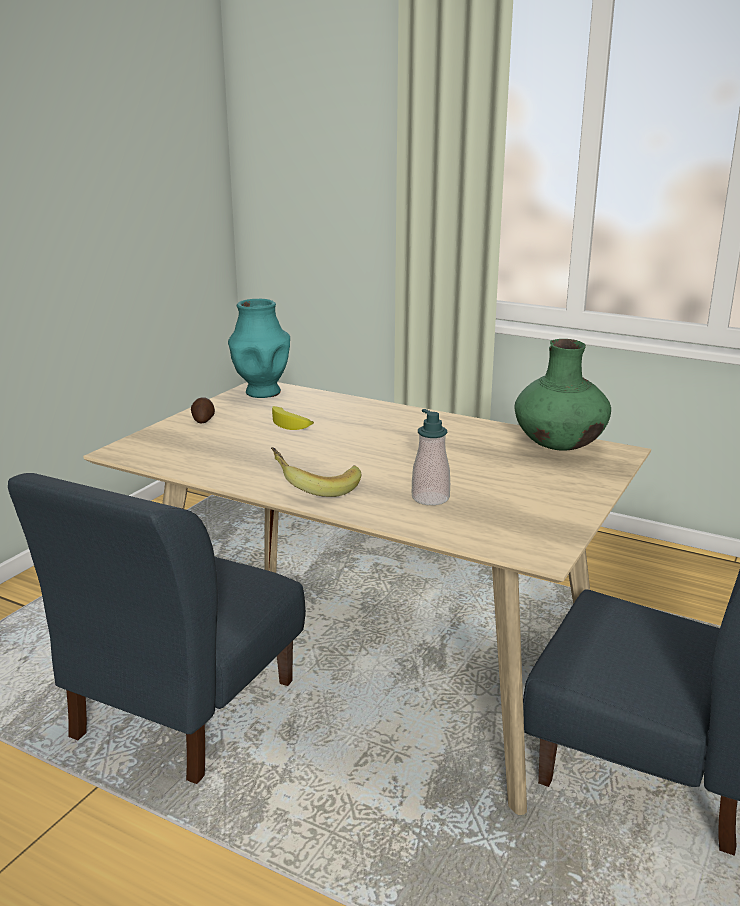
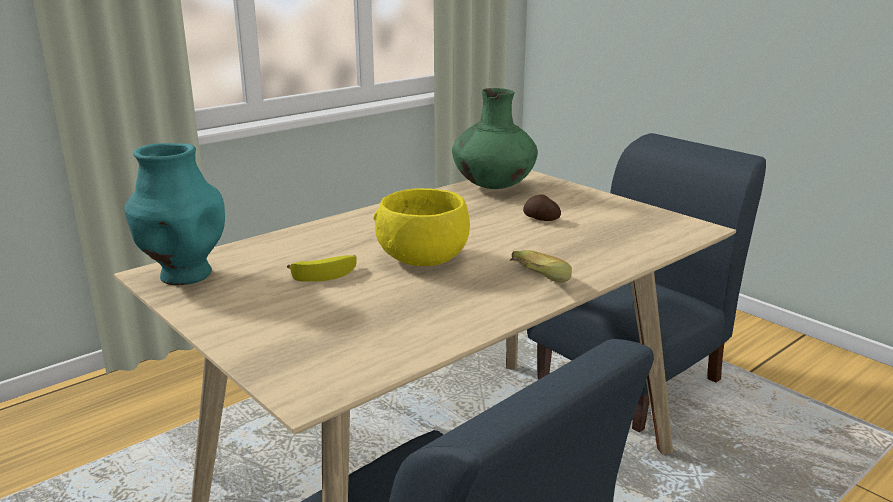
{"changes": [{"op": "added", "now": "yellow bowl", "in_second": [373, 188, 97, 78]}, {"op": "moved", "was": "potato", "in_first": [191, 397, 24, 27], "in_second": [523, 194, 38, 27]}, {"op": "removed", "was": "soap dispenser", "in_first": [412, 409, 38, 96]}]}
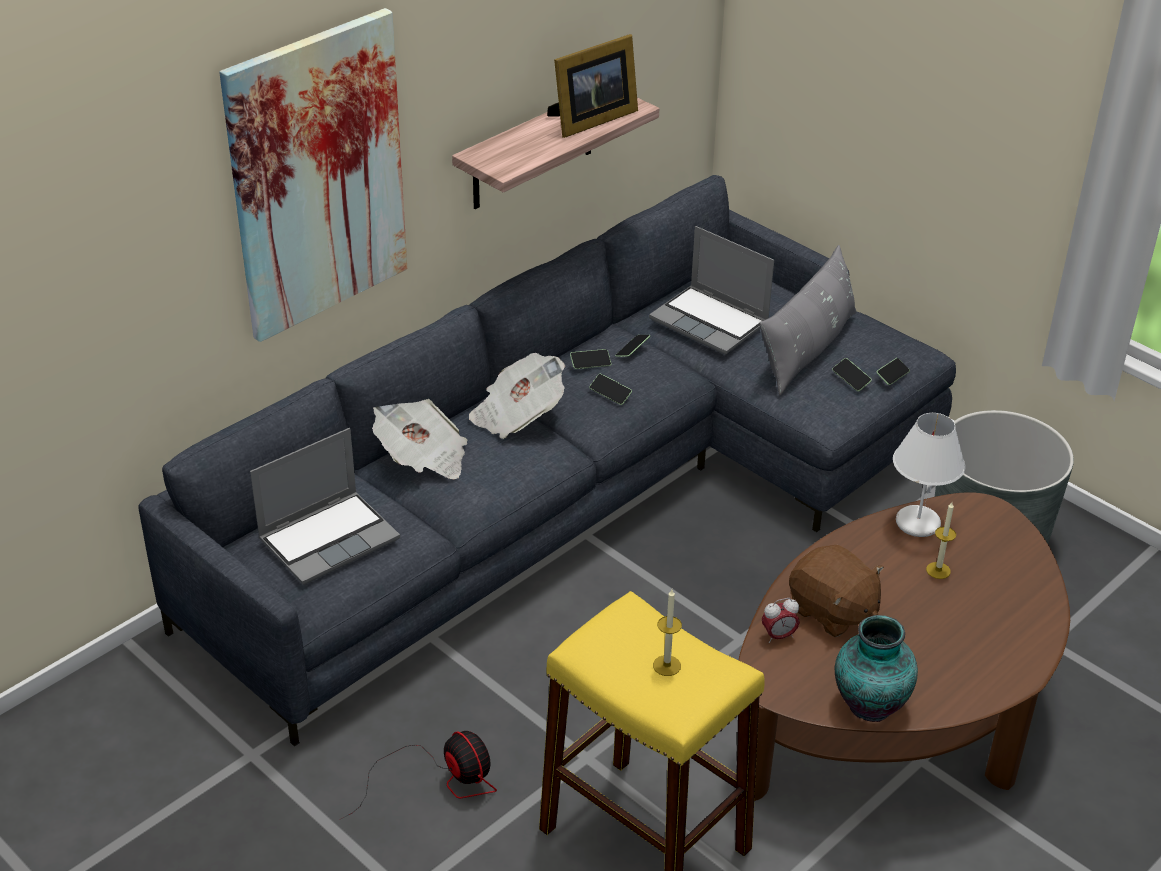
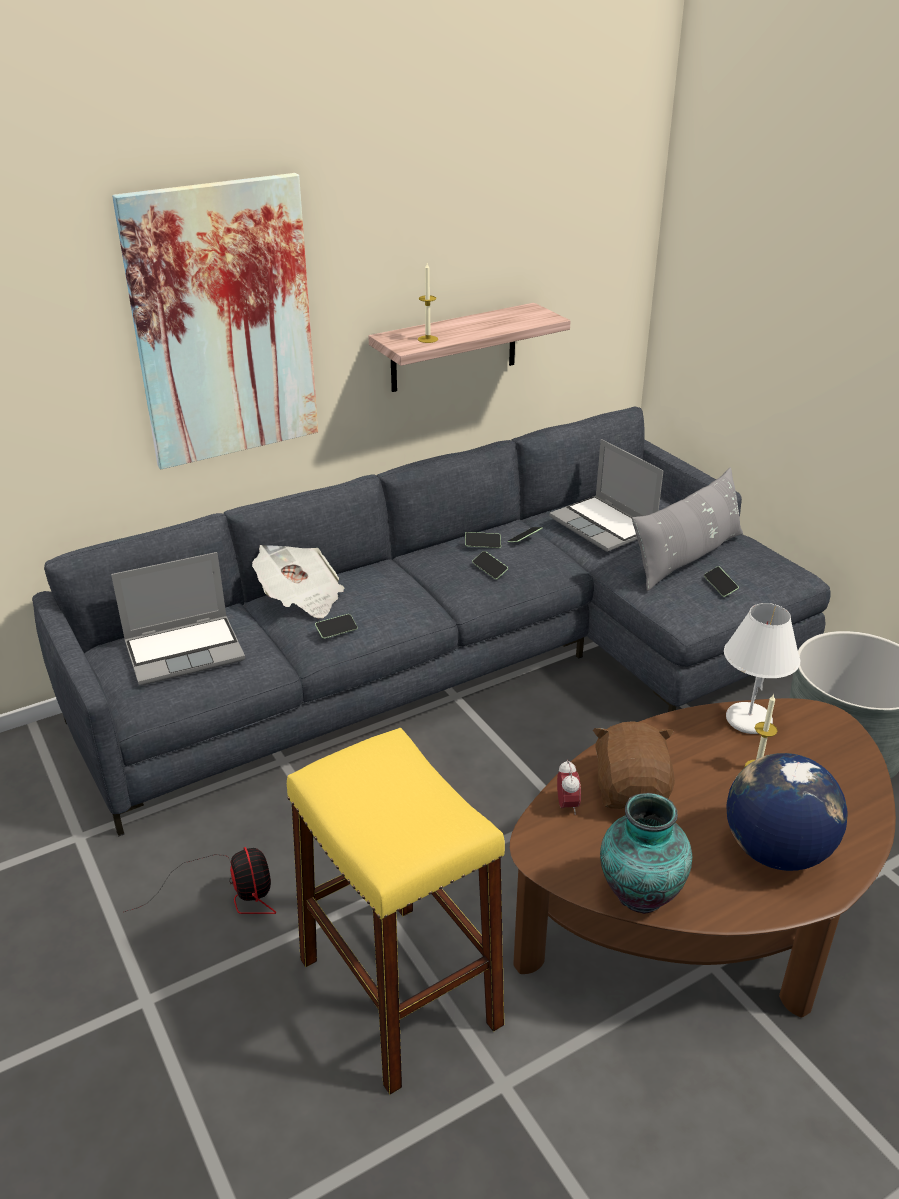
{"changes": [{"op": "moved", "was": "phone", "in_first": [876, 358, 34, 27], "in_second": [315, 614, 43, 25]}, {"op": "moved", "was": "candle", "in_first": [653, 590, 29, 86], "in_second": [418, 263, 20, 80]}, {"op": "turned", "was": "alarm clock", "in_first": [762, 598, 38, 45], "in_second": [557, 760, 24, 55], "clockwise": -90}, {"op": "turned", "was": "brown plush toy", "in_first": [789, 544, 95, 93], "in_second": [593, 721, 82, 88], "clockwise": -150}, {"op": "added", "now": "globe", "in_second": [727, 753, 121, 118]}, {"op": "removed", "was": "newspaper", "in_first": [469, 353, 96, 86]}, {"op": "removed", "was": "picture frame", "in_first": [547, 34, 91, 104]}]}
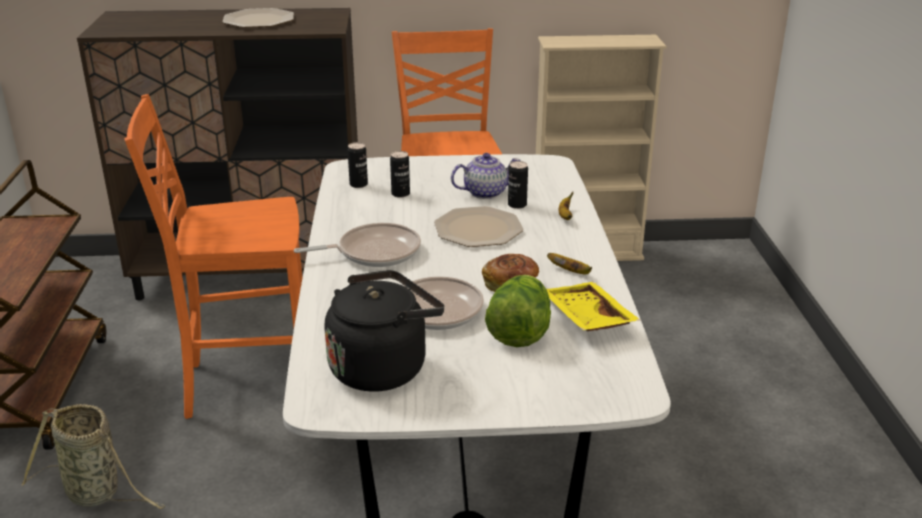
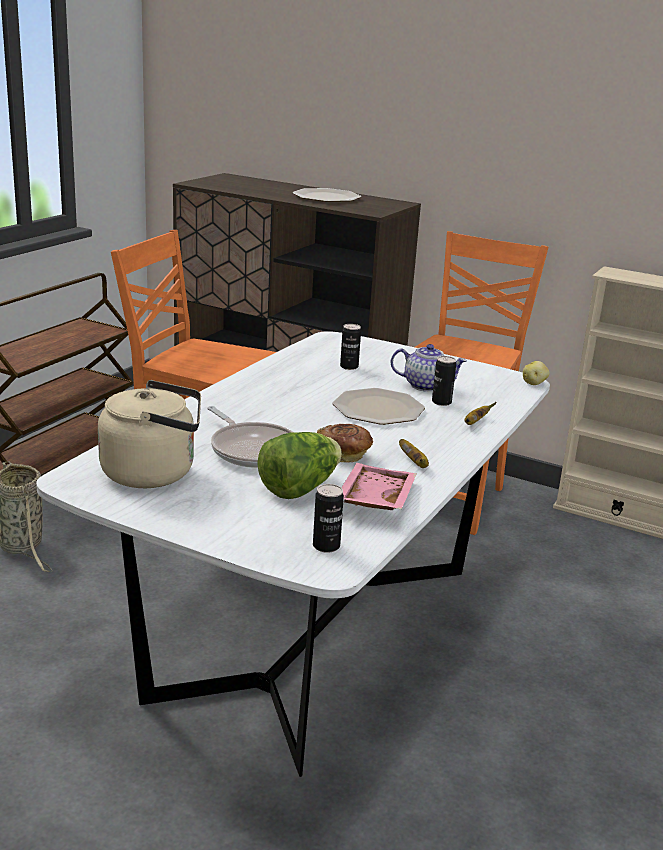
{"changes": [{"op": "recoloured", "was": "black kettle", "now": "beige kettle", "in_first": [324, 270, 120, 122], "in_second": [98, 380, 103, 108]}, {"op": "moved", "was": "can", "in_first": [347, 142, 21, 46], "in_second": [313, 484, 31, 69]}, {"op": "recoloured", "was": "yellow tray", "now": "pink tray", "in_first": [547, 282, 93, 49], "in_second": [341, 463, 75, 47]}, {"op": "added", "now": "potato", "in_second": [523, 361, 27, 24]}, {"op": "removed", "was": "frying pan", "in_first": [294, 223, 127, 44]}]}
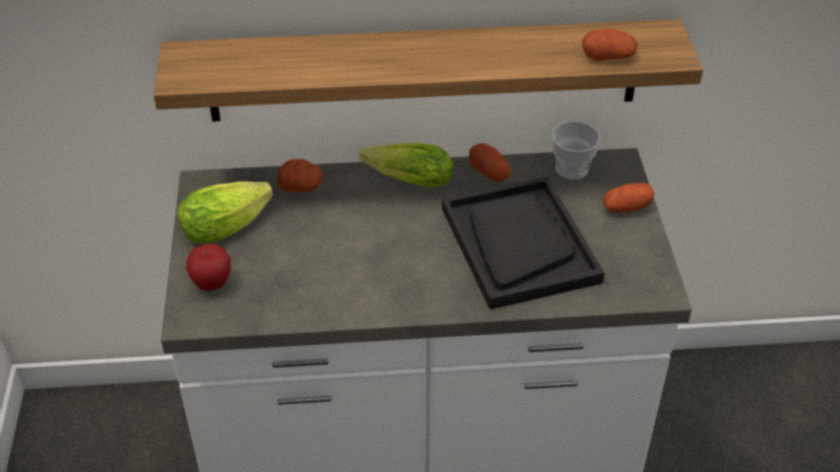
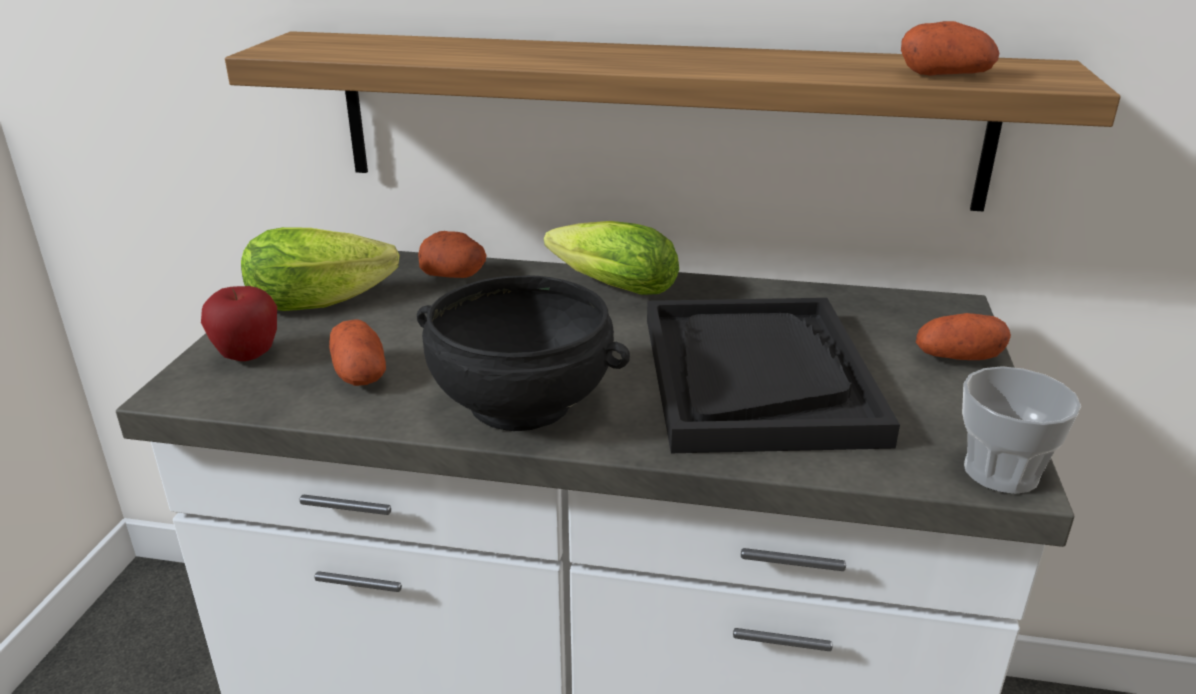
{"changes": [{"op": "moved", "was": "potato", "in_first": [469, 143, 43, 39], "in_second": [329, 319, 57, 67]}, {"op": "added", "now": "black bowl", "in_second": [417, 275, 213, 156]}, {"op": "moved", "was": "cup", "in_first": [551, 121, 50, 59], "in_second": [962, 366, 119, 128]}]}
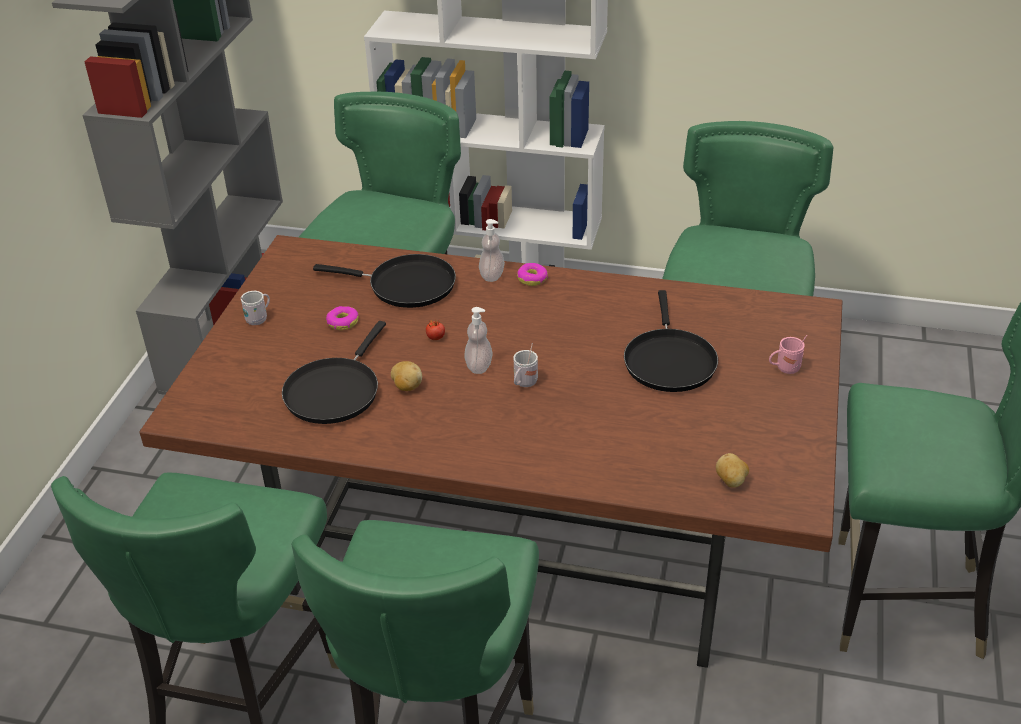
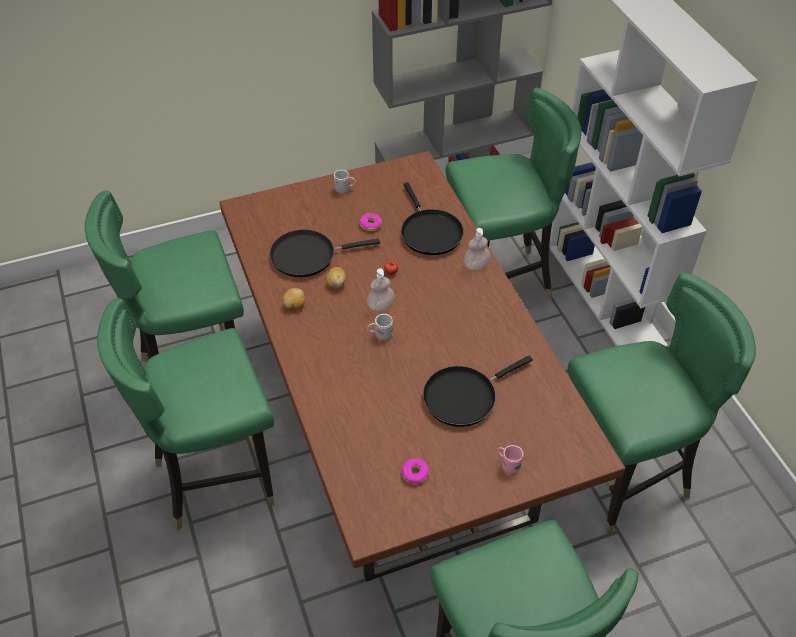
{"changes": [{"op": "moved", "was": "potato", "in_first": [716, 453, 33, 35], "in_second": [283, 288, 22, 21]}, {"op": "moved", "was": "donut", "in_first": [517, 263, 31, 23], "in_second": [402, 458, 27, 26]}]}
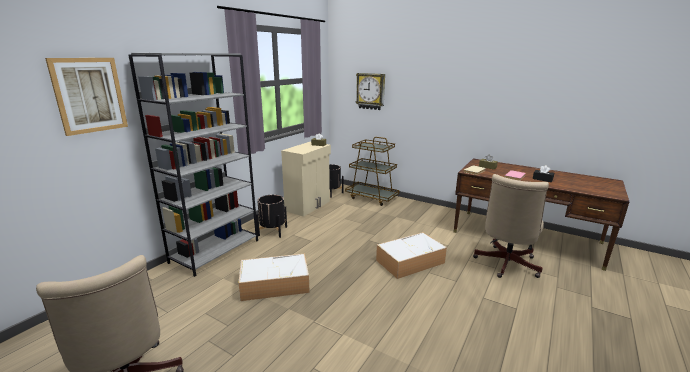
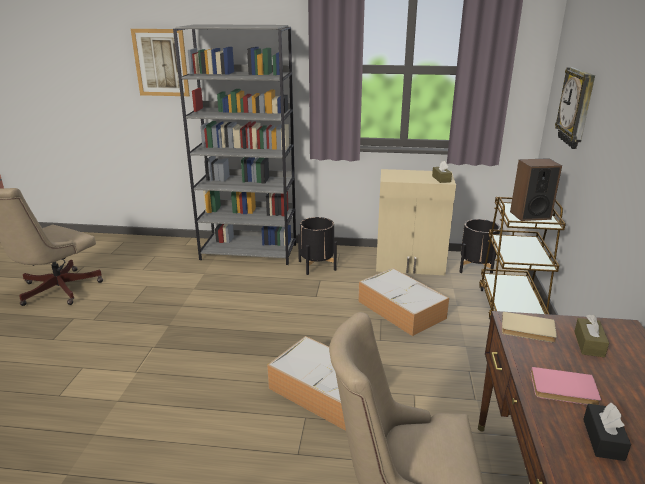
{"changes": [{"op": "moved", "was": "storage box", "in_first": [238, 254, 72, 47], "in_second": [358, 268, 91, 68]}, {"op": "added", "now": "speaker", "in_second": [510, 158, 52, 63]}]}
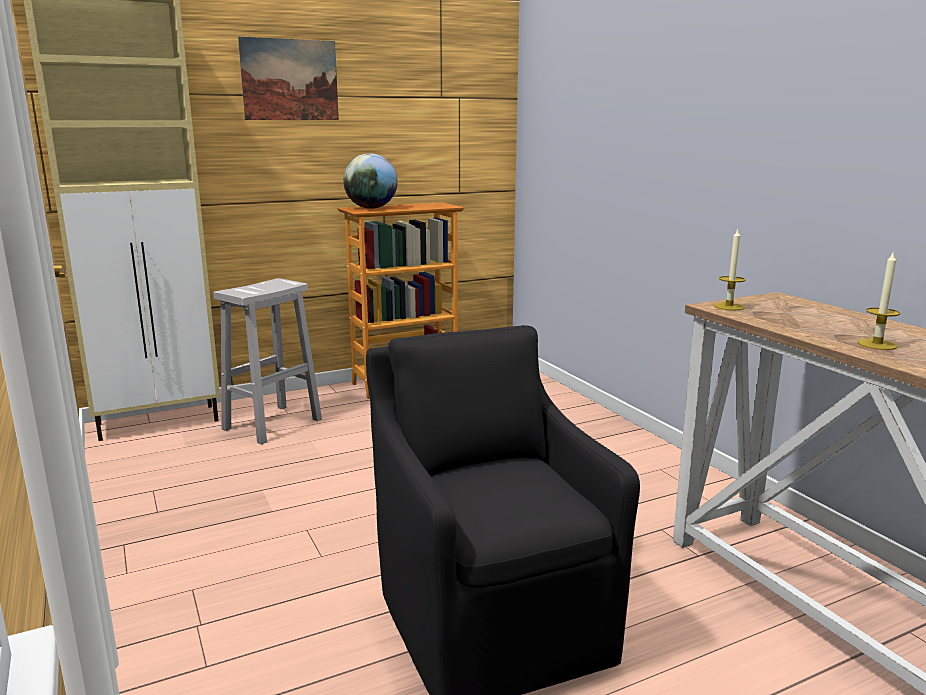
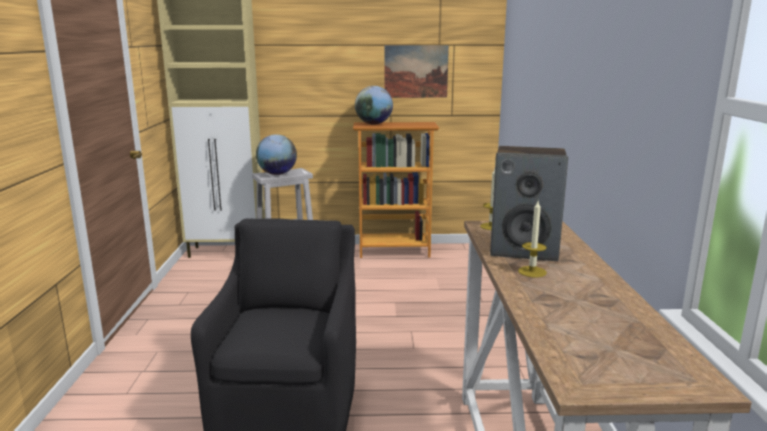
{"changes": [{"op": "added", "now": "globe", "in_second": [256, 134, 41, 41]}, {"op": "moved", "was": "picture", "in_first": [238, 36, 101, 84], "in_second": [384, 45, 65, 53]}, {"op": "added", "now": "speaker", "in_second": [490, 146, 78, 115]}]}
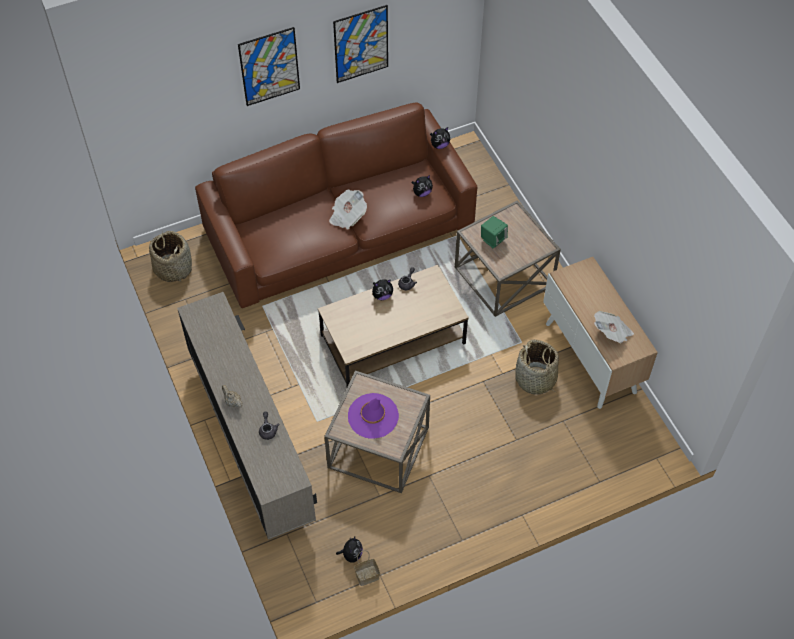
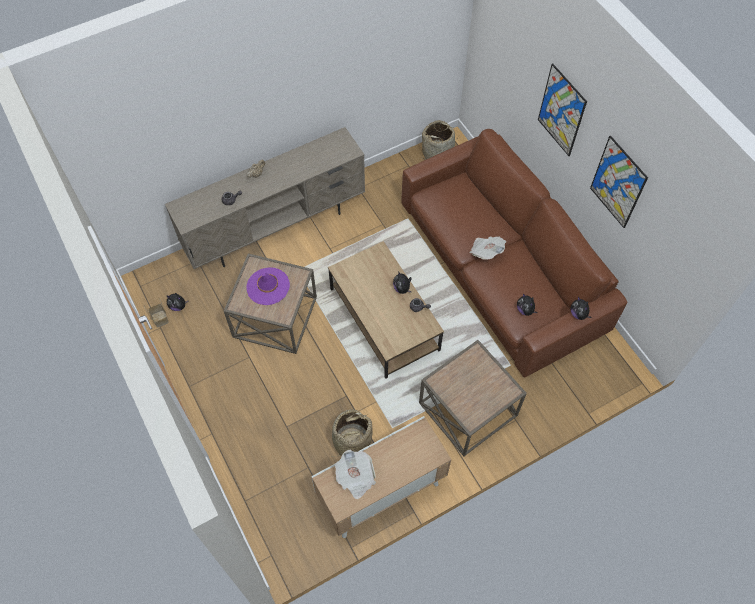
{"changes": [{"op": "removed", "was": "green speaker", "in_first": [481, 216, 27, 32]}]}
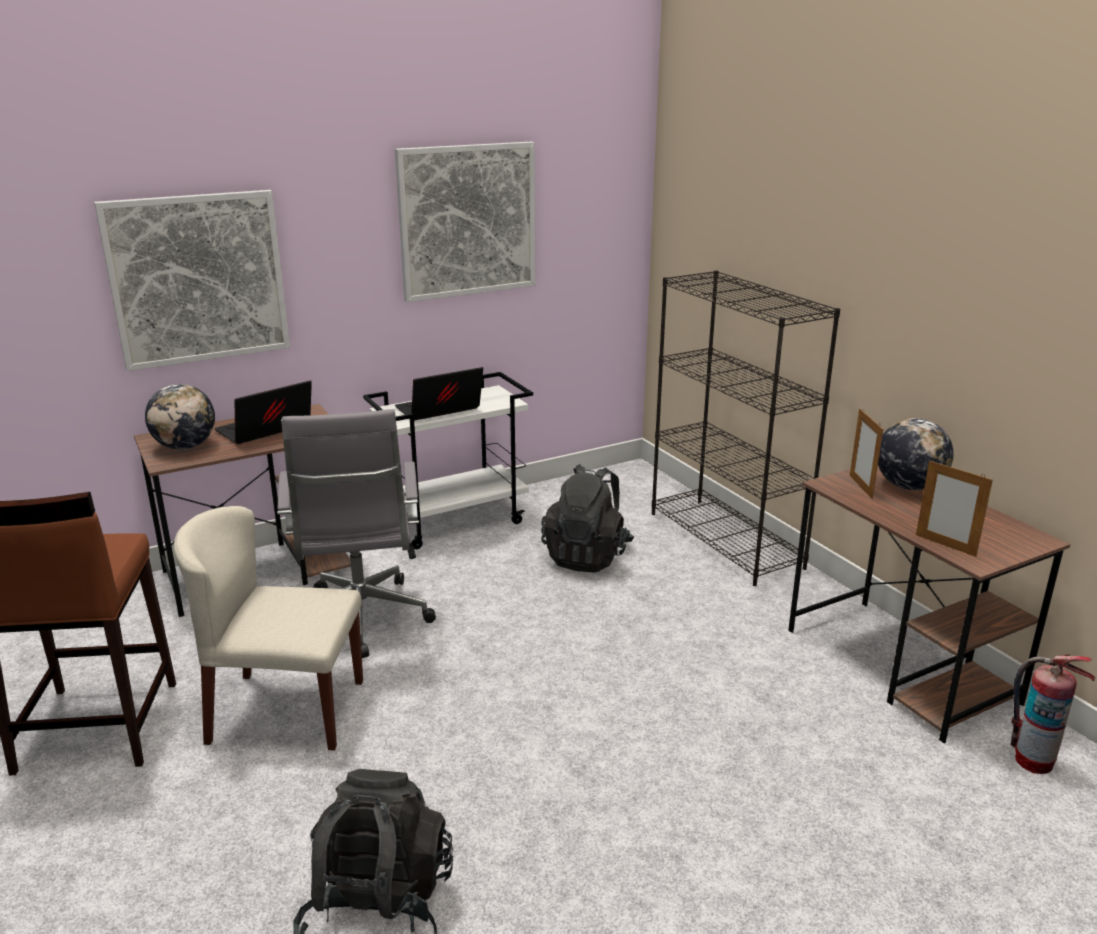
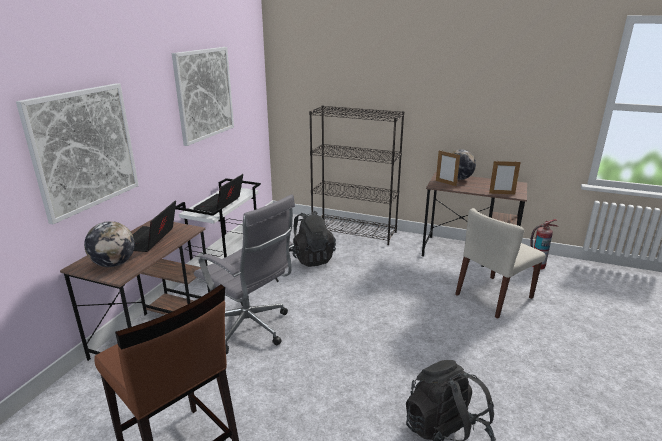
{"changes": [{"op": "moved", "was": "beige chair", "in_first": [174, 506, 189, 245], "in_second": [455, 208, 91, 111]}]}
